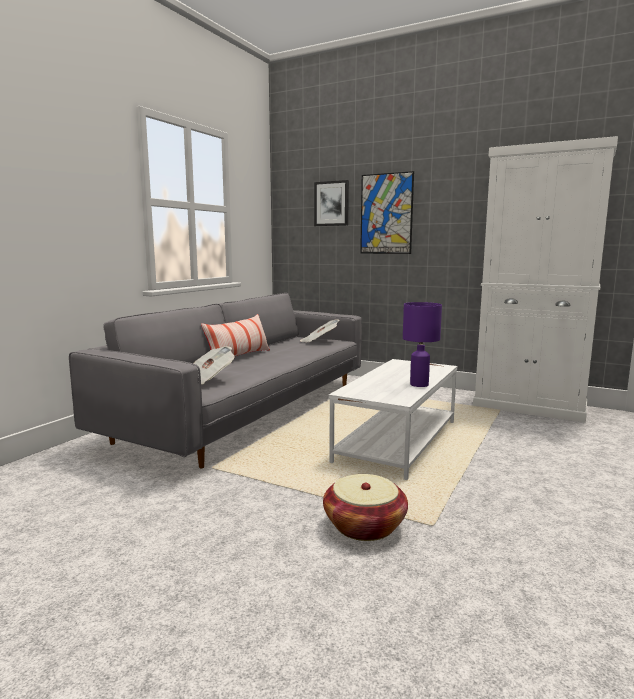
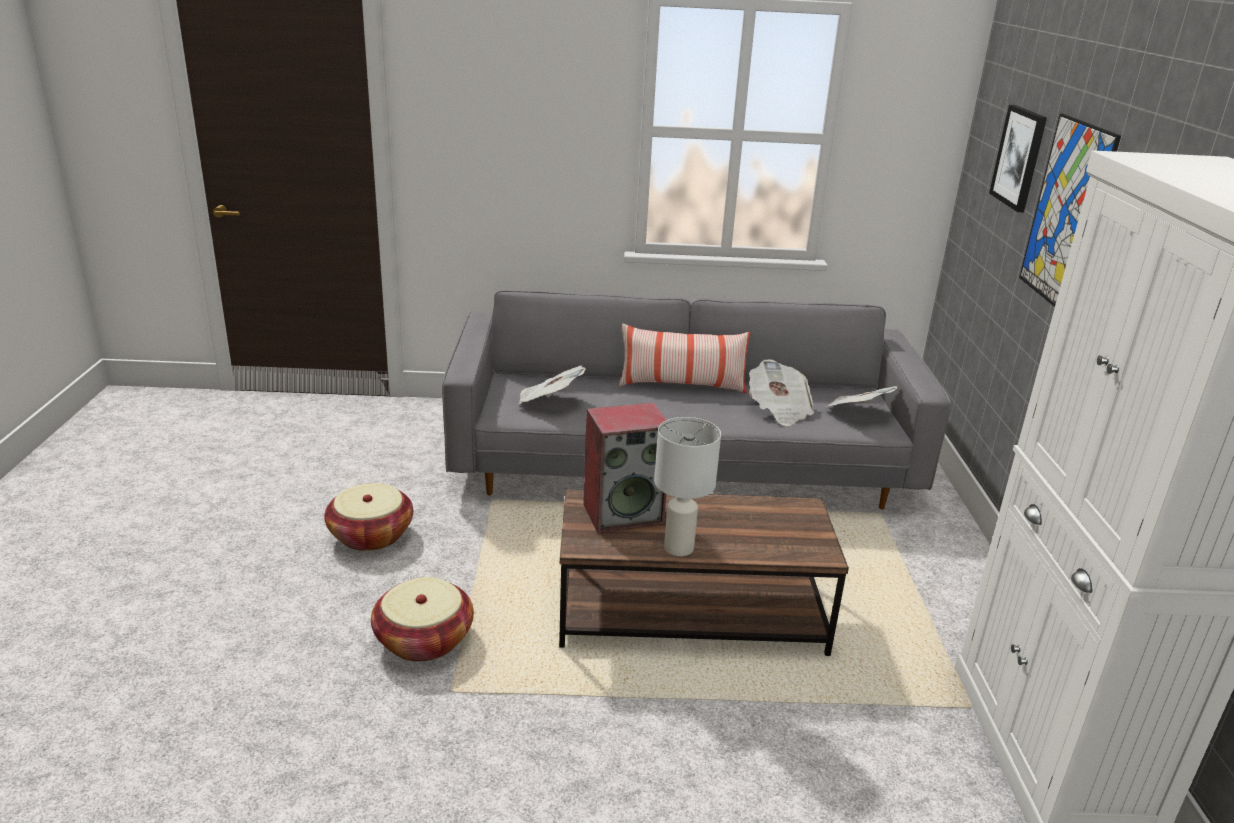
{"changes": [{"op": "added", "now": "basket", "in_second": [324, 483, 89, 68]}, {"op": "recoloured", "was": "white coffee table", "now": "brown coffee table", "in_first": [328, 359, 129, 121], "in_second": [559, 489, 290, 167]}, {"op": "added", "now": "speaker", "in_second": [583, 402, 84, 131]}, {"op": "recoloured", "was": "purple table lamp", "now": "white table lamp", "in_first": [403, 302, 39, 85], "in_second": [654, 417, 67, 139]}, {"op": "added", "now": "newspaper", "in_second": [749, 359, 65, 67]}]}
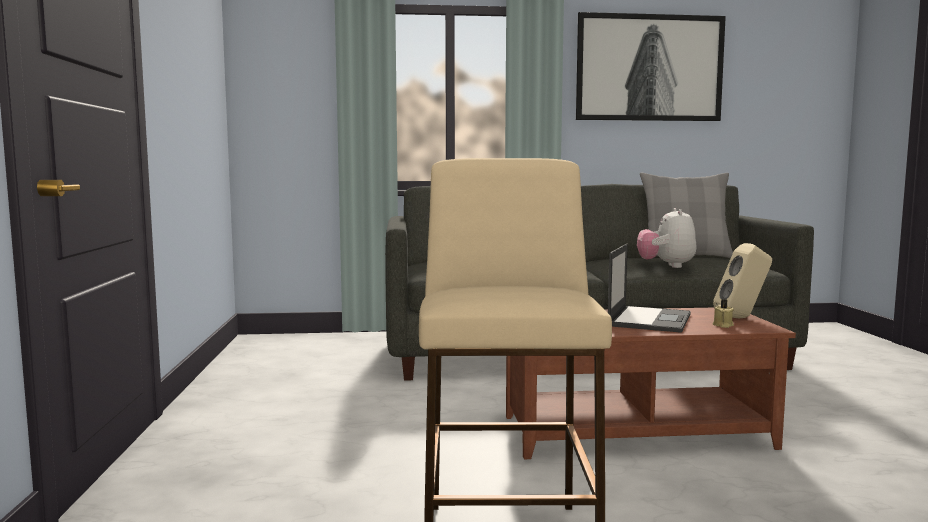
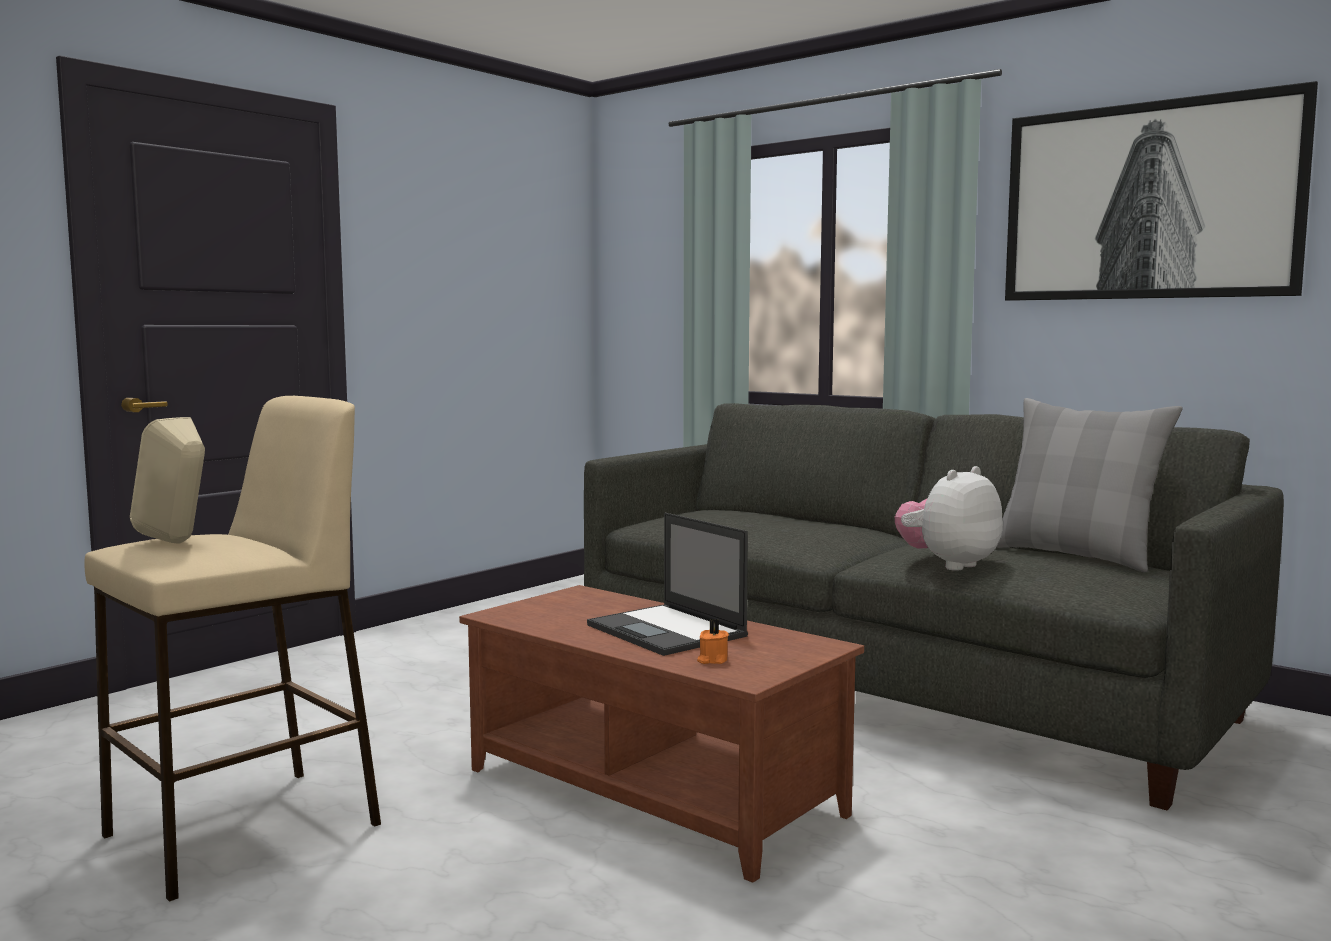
{"changes": [{"op": "moved", "was": "beige speaker", "in_first": [713, 243, 59, 75], "in_second": [130, 417, 75, 126]}, {"op": "turned", "was": "laptop", "in_first": [608, 244, 83, 89], "in_second": [587, 513, 161, 143], "clockwise": 75}, {"op": "recoloured", "was": "beige candle", "now": "orange candle", "in_first": [712, 299, 22, 29], "in_second": [697, 619, 32, 45]}]}
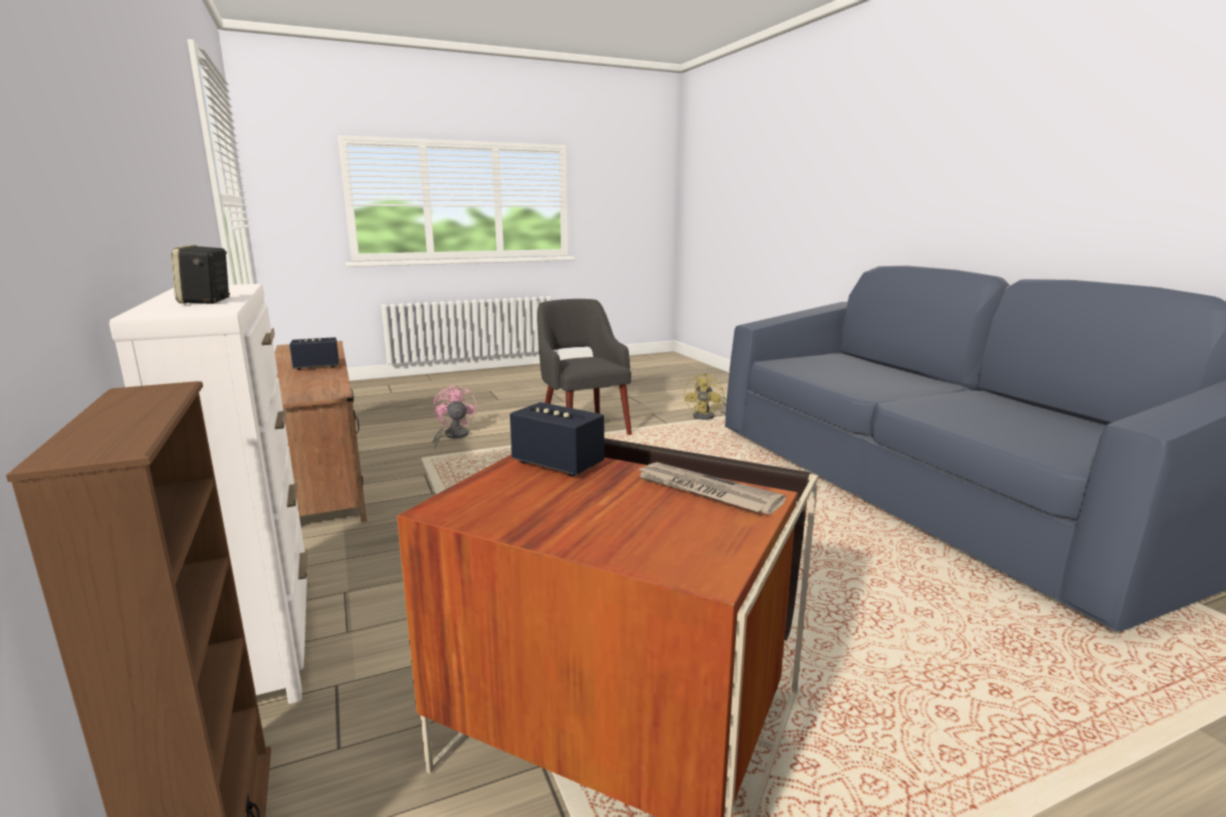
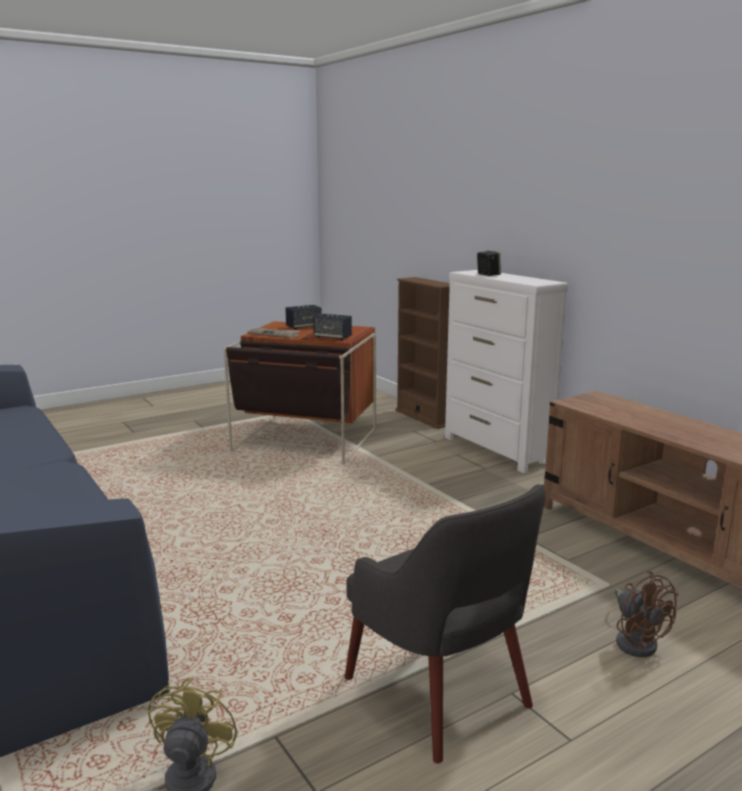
{"changes": [{"op": "moved", "was": "speaker", "in_first": [289, 337, 50, 33], "in_second": [285, 305, 37, 25]}, {"op": "recoloured", "was": "pink fan", "now": "brown fan", "in_first": [432, 385, 45, 63], "in_second": [615, 571, 63, 86]}]}
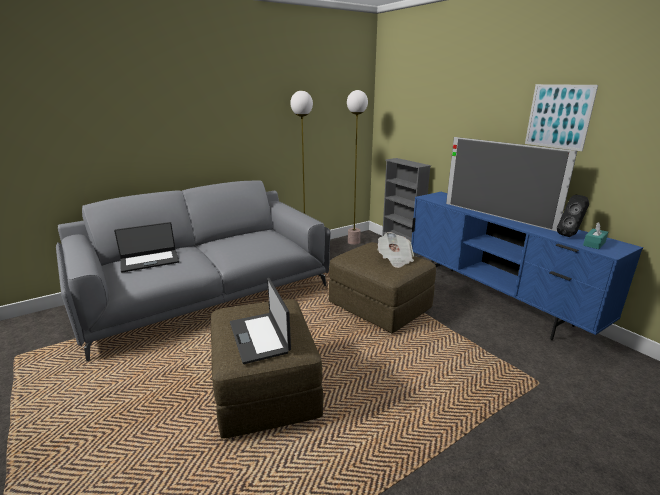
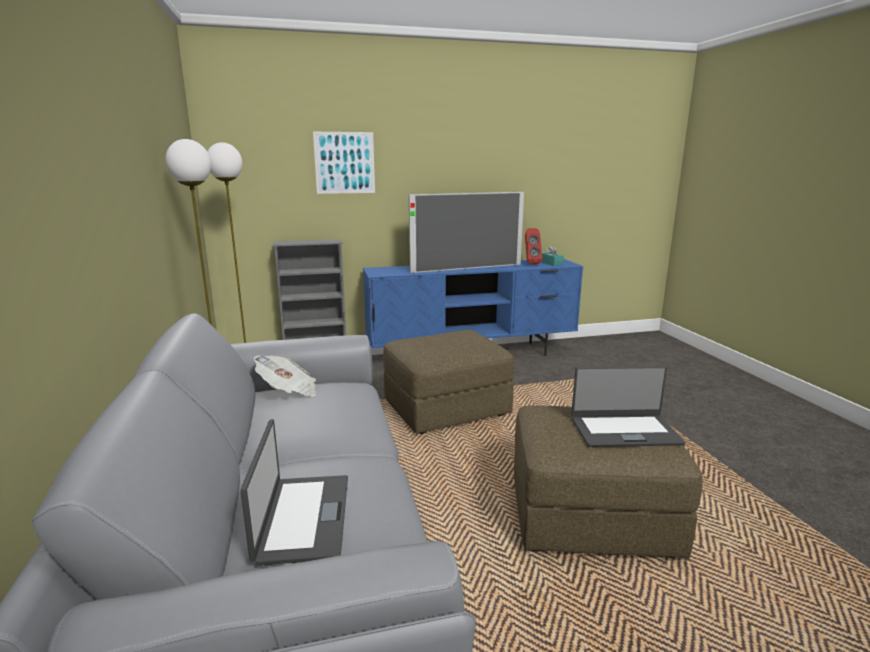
{"changes": [{"op": "moved", "was": "newspaper", "in_first": [378, 232, 36, 36], "in_second": [254, 356, 62, 41]}, {"op": "moved", "was": "picture", "in_first": [525, 84, 73, 67], "in_second": [313, 132, 62, 62]}, {"op": "recoloured", "was": "black speaker", "now": "red speaker", "in_first": [557, 195, 32, 42], "in_second": [525, 228, 17, 36]}]}
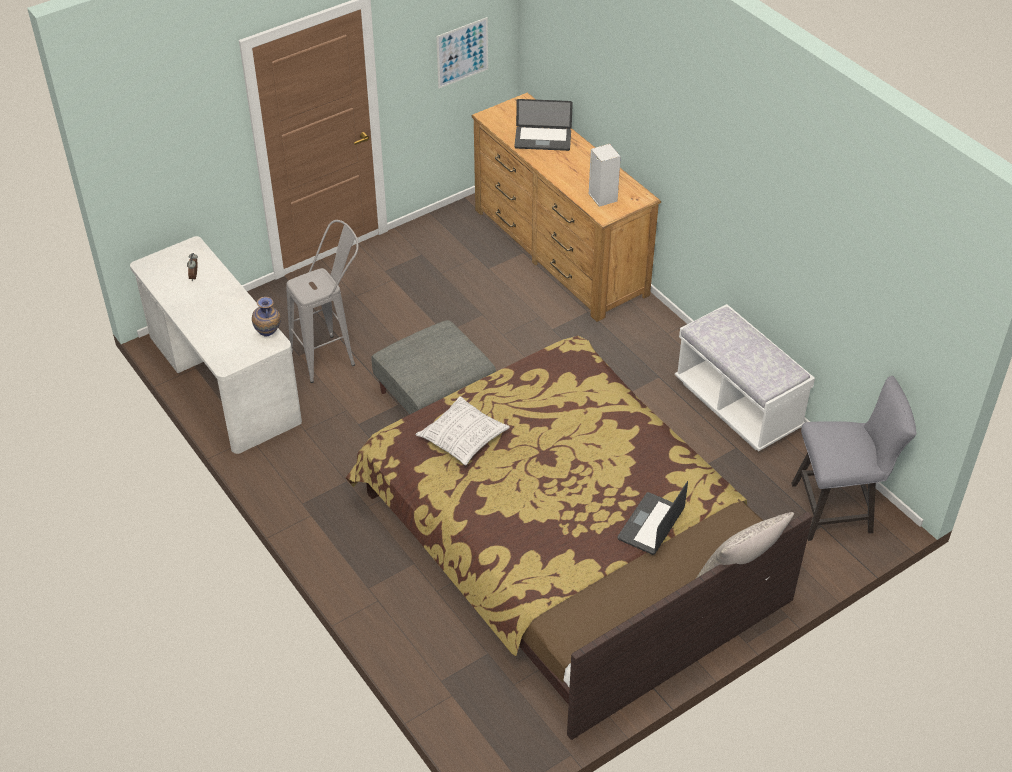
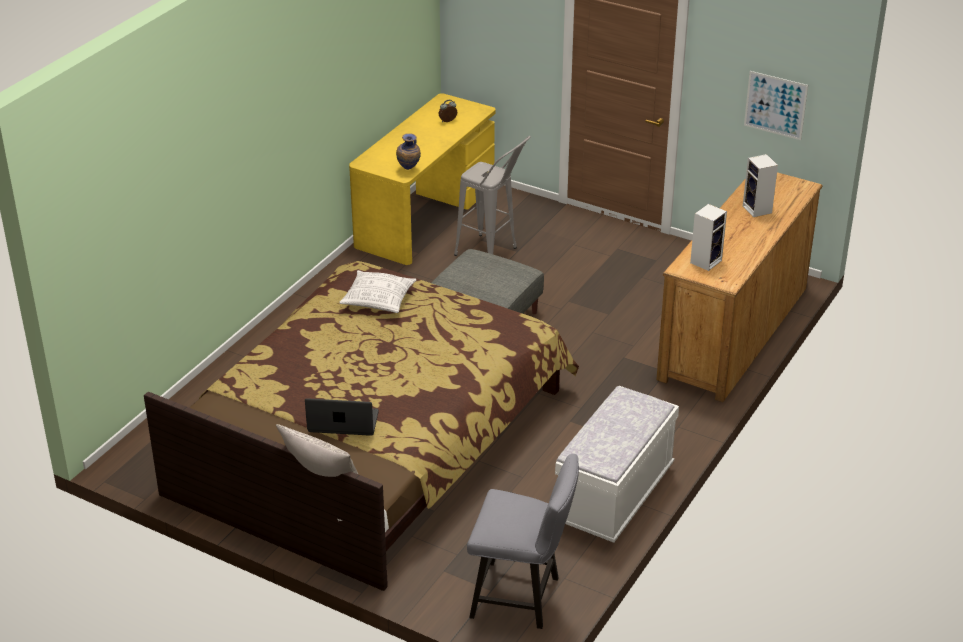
{"changes": [{"op": "recoloured", "was": "white desk", "now": "yellow desk", "in_first": [130, 236, 172, 218], "in_second": [349, 93, 147, 172]}, {"op": "turned", "was": "grey chair", "in_first": [791, 376, 126, 165], "in_second": [467, 454, 112, 175], "clockwise": -45}, {"op": "replaced", "was": "laptop", "now": "speaker", "in_first": [514, 99, 59, 52], "in_second": [743, 154, 35, 63]}]}
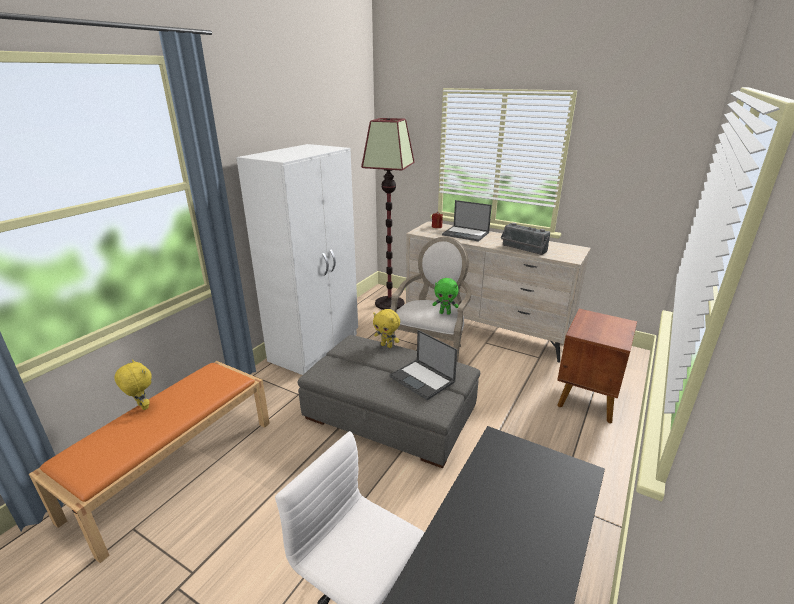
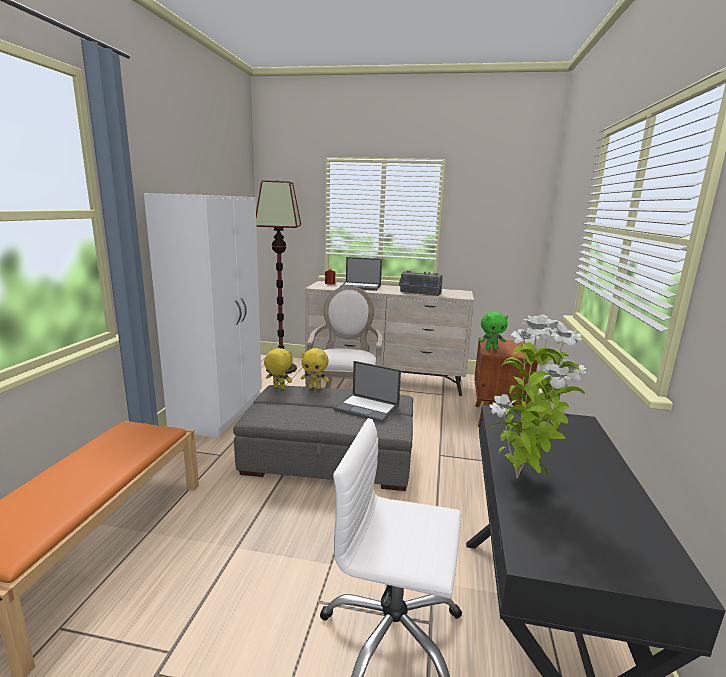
{"changes": [{"op": "moved", "was": "yellow plush toy", "in_first": [114, 359, 38, 51], "in_second": [264, 348, 29, 41]}, {"op": "moved", "was": "green plush toy", "in_first": [432, 278, 27, 37], "in_second": [479, 312, 29, 38]}, {"op": "added", "now": "potted plant", "in_second": [489, 315, 97, 163]}]}
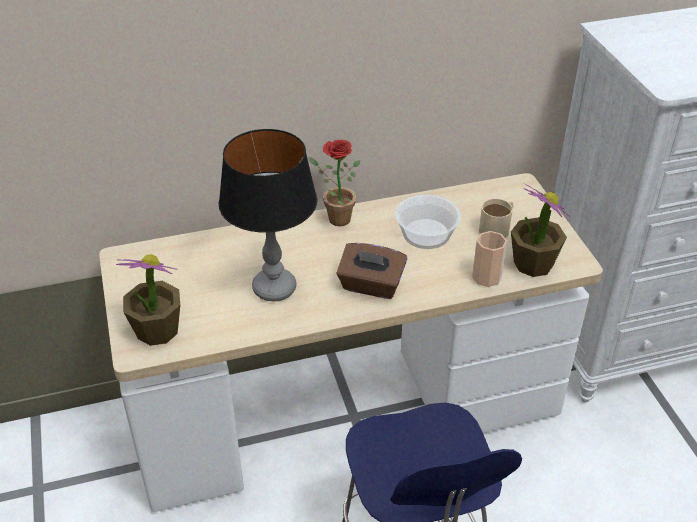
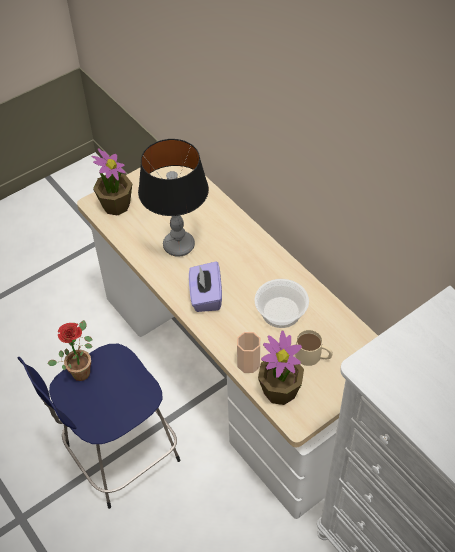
{"changes": [{"op": "moved", "was": "potted plant", "in_first": [308, 140, 52, 86], "in_second": [47, 320, 45, 61]}, {"op": "recoloured", "was": "brown tissue box", "now": "purple tissue box", "in_first": [337, 243, 70, 56], "in_second": [189, 261, 33, 51]}]}
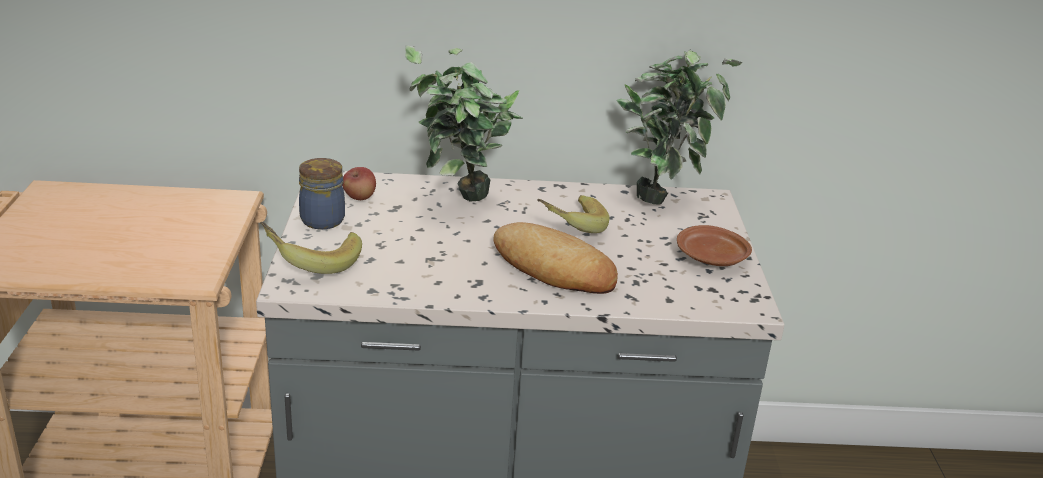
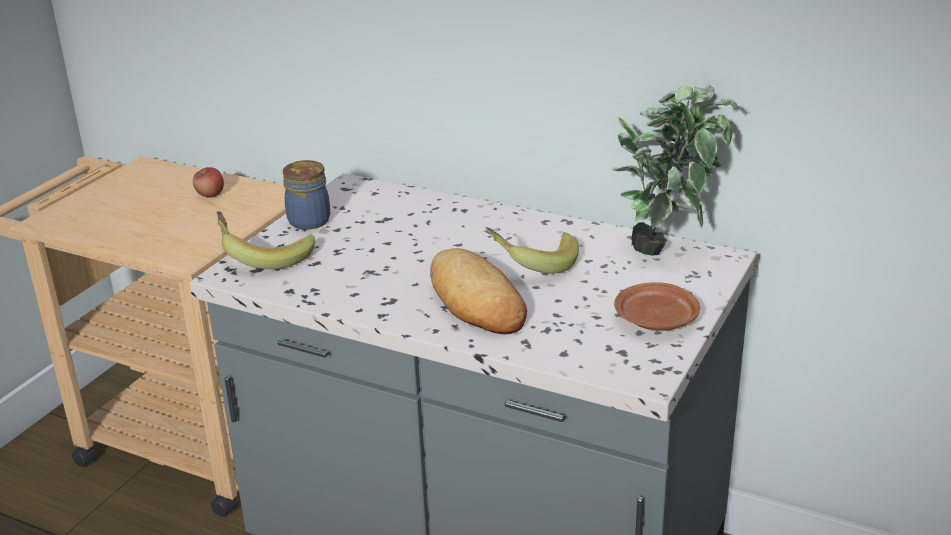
{"changes": [{"op": "moved", "was": "apple", "in_first": [342, 167, 34, 33], "in_second": [193, 167, 31, 31]}, {"op": "removed", "was": "potted plant", "in_first": [405, 45, 119, 157]}]}
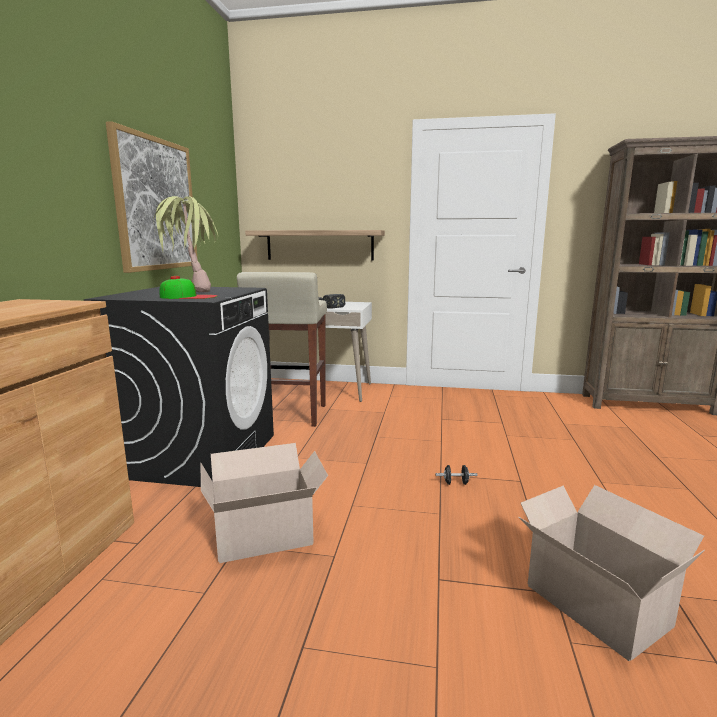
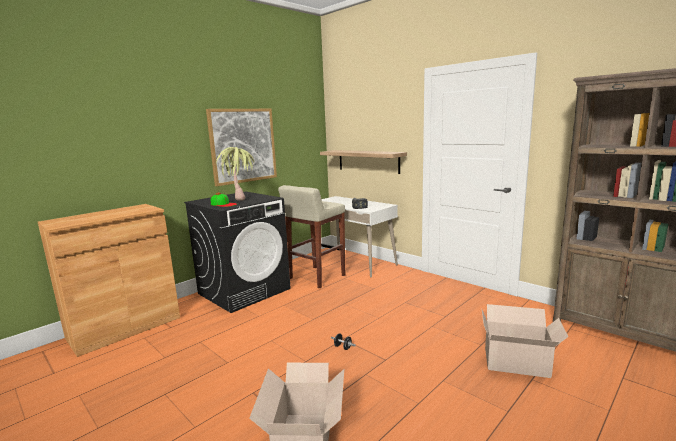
{"changes": [{"op": "moved", "was": "cardboard box", "in_first": [201, 443, 127, 120], "in_second": [482, 304, 86, 74]}]}
